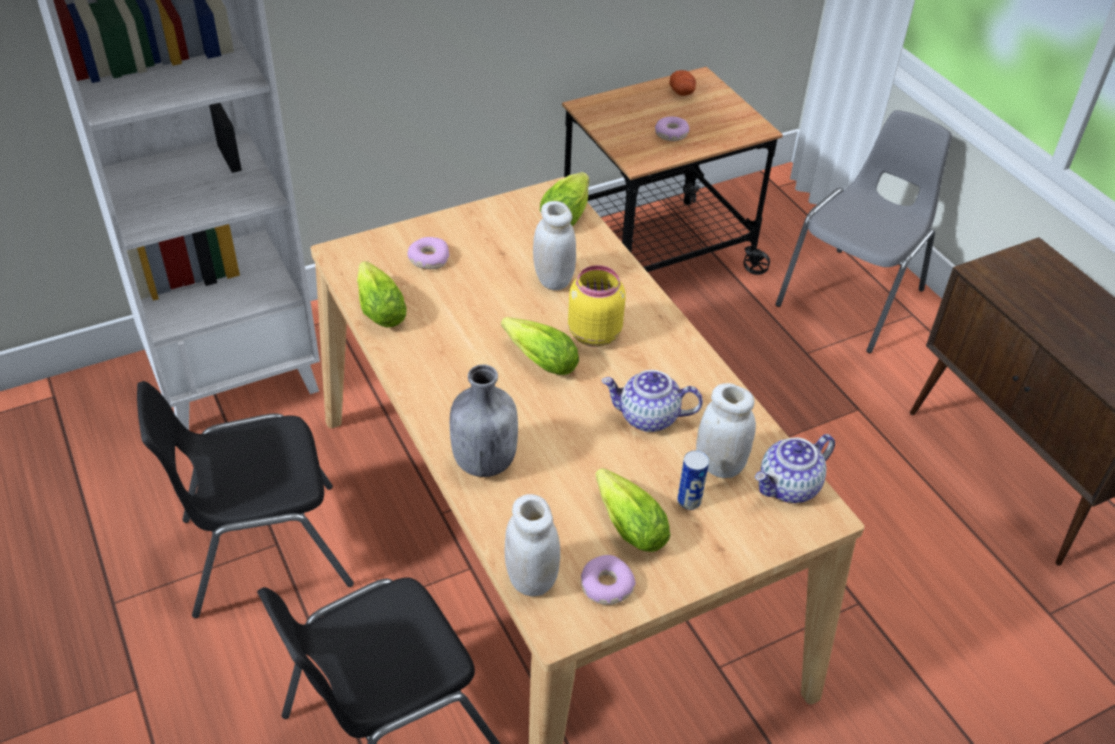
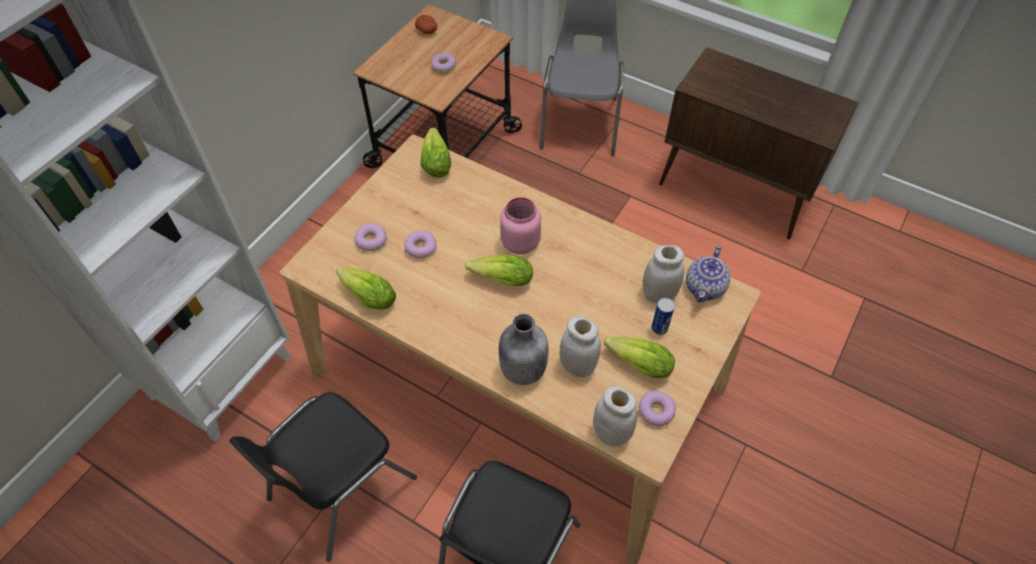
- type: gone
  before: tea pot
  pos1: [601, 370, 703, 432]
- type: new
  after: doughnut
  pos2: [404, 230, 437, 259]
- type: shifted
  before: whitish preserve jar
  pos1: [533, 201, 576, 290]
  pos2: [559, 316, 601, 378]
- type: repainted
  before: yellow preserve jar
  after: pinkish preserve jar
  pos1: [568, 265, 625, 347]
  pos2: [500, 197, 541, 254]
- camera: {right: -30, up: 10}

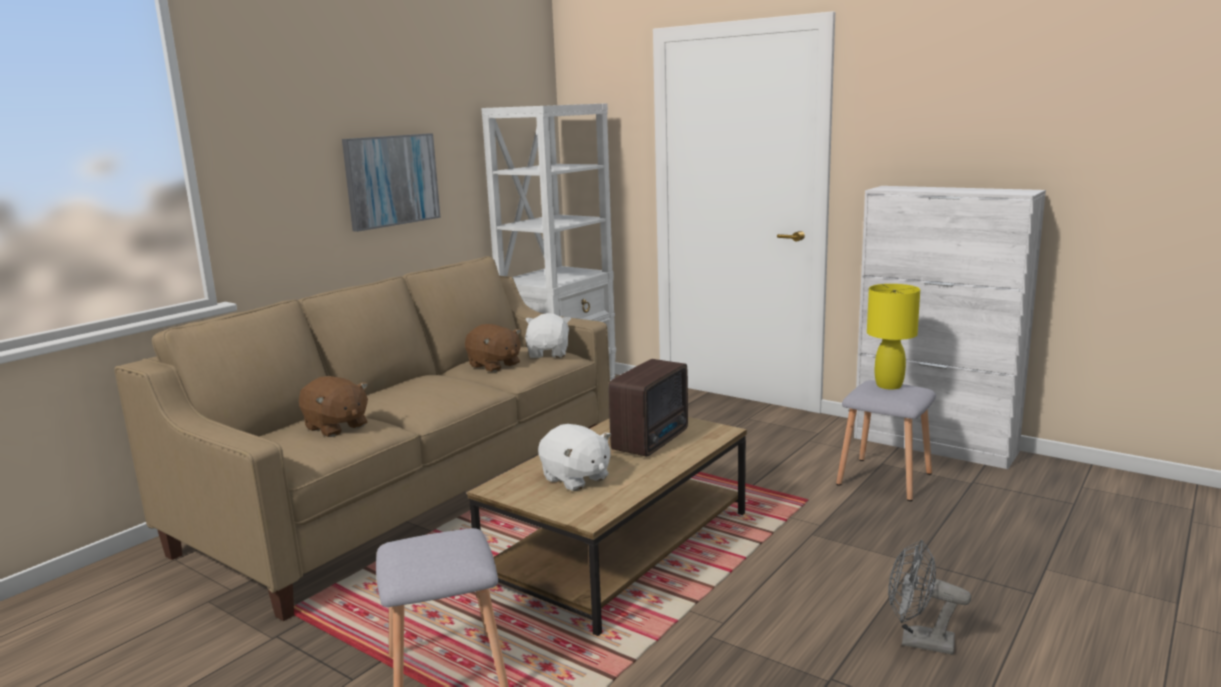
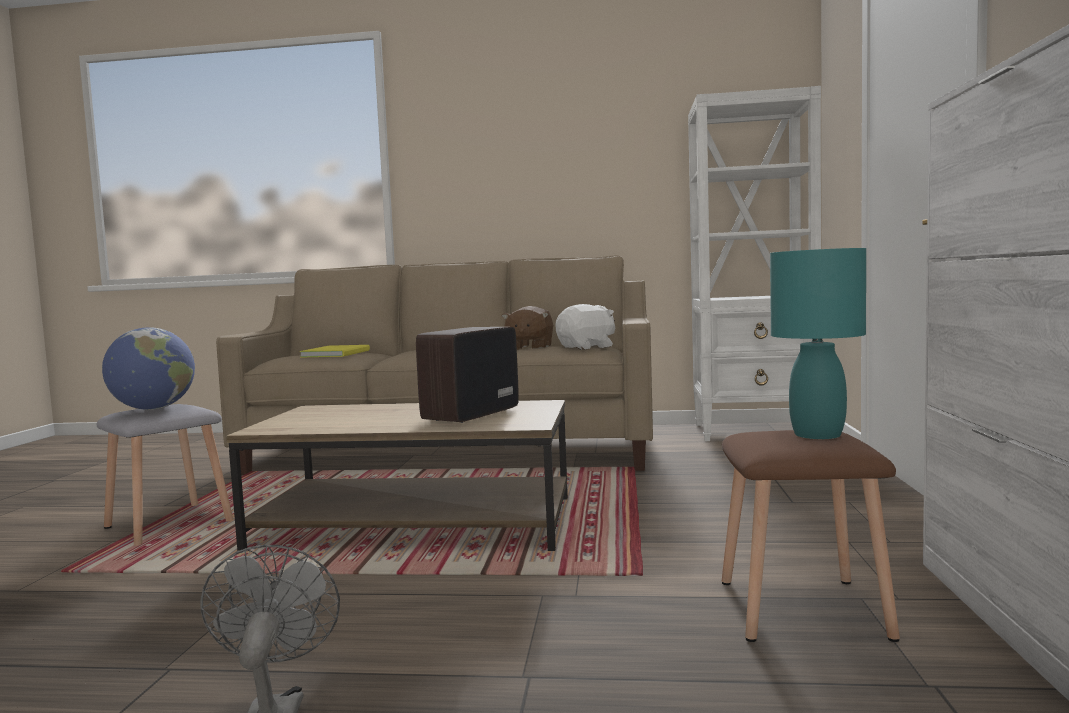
- type: gone
  before: wall picture
  pos1: [342, 133, 441, 232]
- type: gone
  before: whitish soft toy
  pos1: [538, 424, 611, 491]
- type: new
  after: desk globe
  pos2: [102, 327, 195, 410]
- type: swapped
  before: brown-coloured soft toy
  after: yellow book
  pos1: [299, 376, 368, 437]
  pos2: [300, 345, 370, 358]
- type: repainted
  before: greyish sitting stool
  after: brown-coloured sitting stool
  pos1: [836, 380, 936, 501]
  pos2: [722, 430, 900, 642]
- type: repainted
  before: yellow tabletop lamp
  after: turquoise-coloured tabletop lamp
  pos1: [867, 284, 920, 390]
  pos2: [770, 248, 866, 439]
- type: rotated
  before: radio set
  pos1: [609, 359, 688, 457]
  pos2: [416, 327, 519, 423]
  turn: 120
- camera: {right: 60, up: -10}

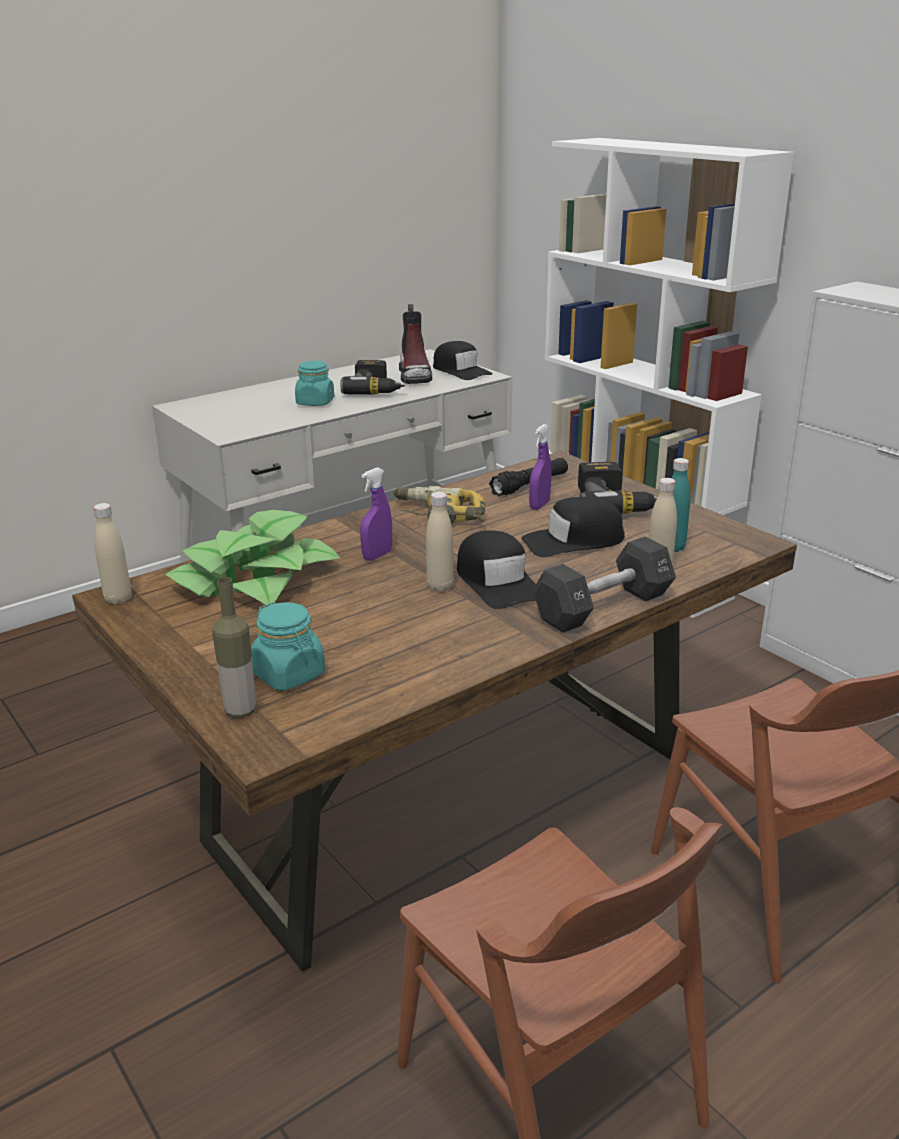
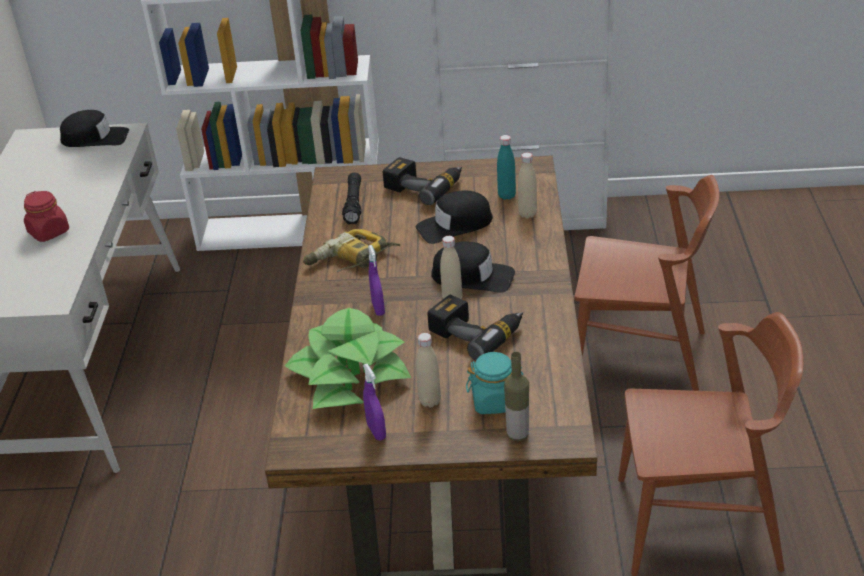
- type: gone
  before: tall boot
  pos1: [399, 304, 432, 384]
- type: gone
  before: blackish free weight
  pos1: [533, 537, 676, 633]
- type: shifted
  before: beige-coloured beverage bottle
  pos1: [93, 503, 132, 605]
  pos2: [416, 333, 441, 408]
- type: shifted
  before: power drill
  pos1: [340, 360, 405, 395]
  pos2: [428, 295, 523, 360]
- type: shifted
  before: purplish sprayer
  pos1: [529, 424, 552, 510]
  pos2: [363, 364, 386, 441]
- type: repainted
  before: turquoise-coloured preserve jar
  after: red preserve jar
  pos1: [295, 361, 334, 406]
  pos2: [24, 191, 69, 242]
- type: rotated
  before: blackish cap
  pos1: [522, 497, 625, 557]
  pos2: [416, 190, 493, 244]
  turn: 45
- camera: {right: -50, up: 10}

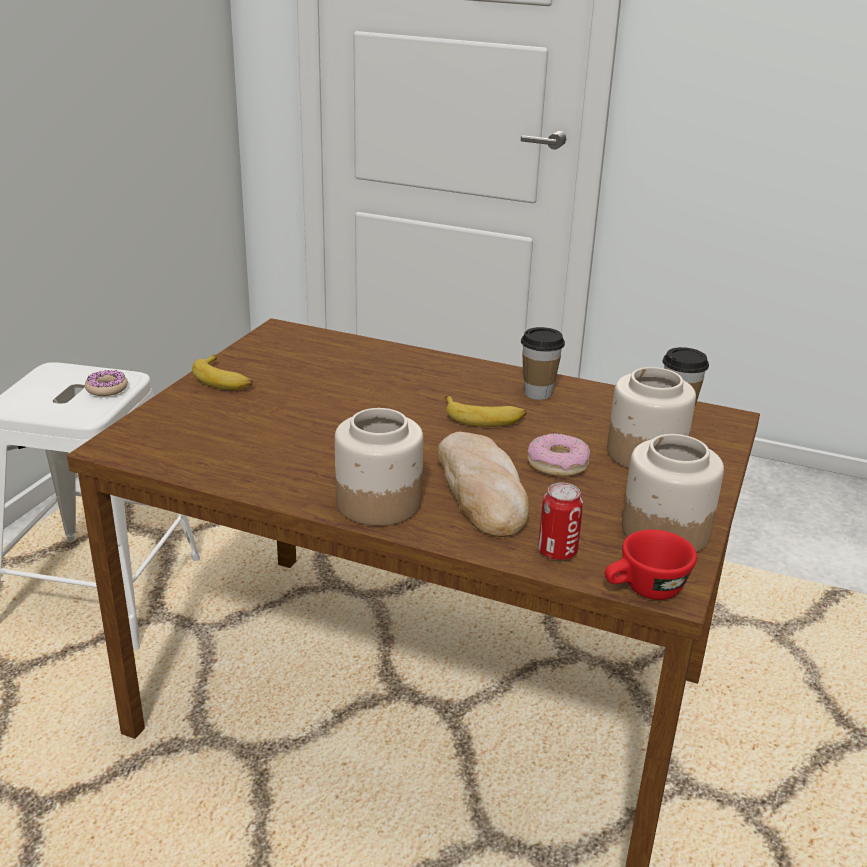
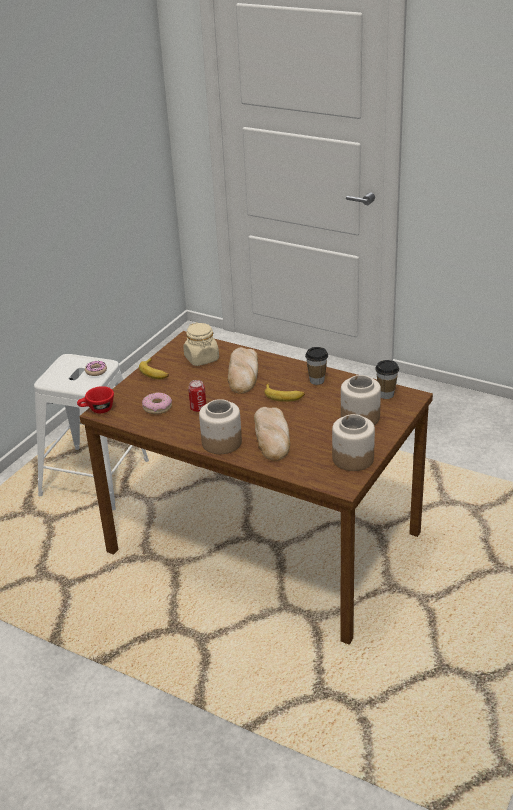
- type: new
  after: beige-coloured preserve jar
  pos2: [183, 322, 219, 366]
- type: new
  after: bakery bread
  pos2: [228, 347, 258, 394]
- type: shifted
  before: doughnut
  pos1: [528, 433, 590, 477]
  pos2: [142, 393, 172, 414]
- type: shifted
  before: sealed can
  pos1: [538, 483, 583, 560]
  pos2: [188, 380, 206, 412]
- type: shifted
  before: red cup
  pos1: [605, 530, 697, 600]
  pos2: [77, 386, 114, 413]
- camera: {right: 10, up: 5}

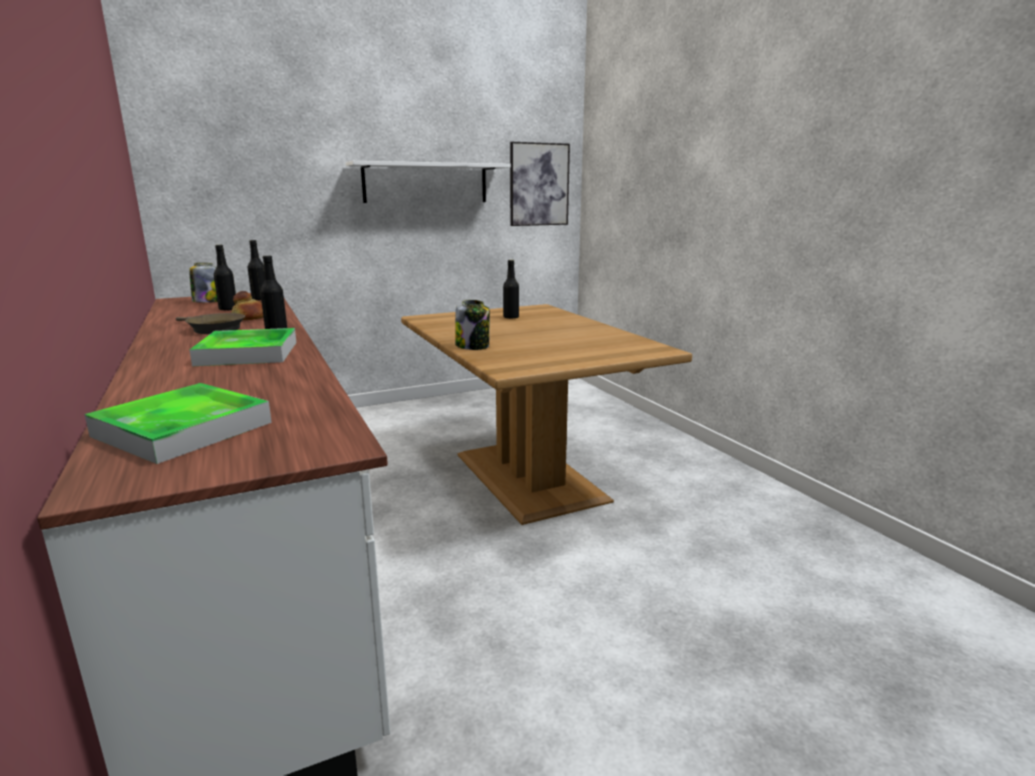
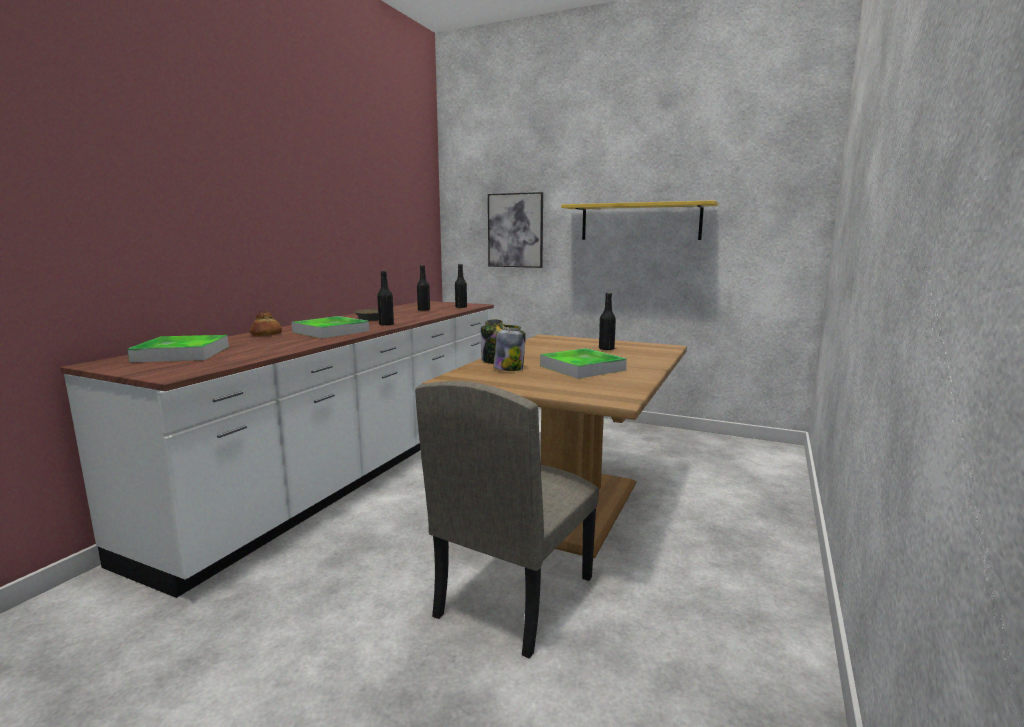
- type: new
  after: beige-coloured plain chair
  pos2: [415, 381, 599, 658]
- type: new
  after: serving tray
  pos2: [540, 348, 627, 379]
- type: shifted
  before: preserve jar
  pos1: [189, 263, 218, 303]
  pos2: [494, 325, 526, 371]
- type: shifted
  before: bakery bread
  pos1: [231, 291, 264, 320]
  pos2: [249, 311, 282, 336]
- type: shifted
  before: wall picture
  pos1: [510, 142, 570, 226]
  pos2: [488, 192, 543, 268]
- type: repainted
  before: whitish wall shelf
  after: yellow wall shelf
  pos1: [346, 161, 511, 203]
  pos2: [561, 200, 718, 240]
- camera: {right: 50, up: -5}

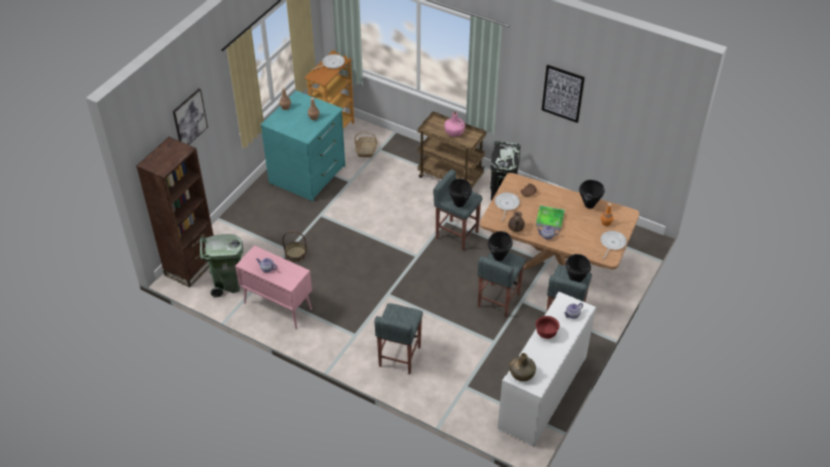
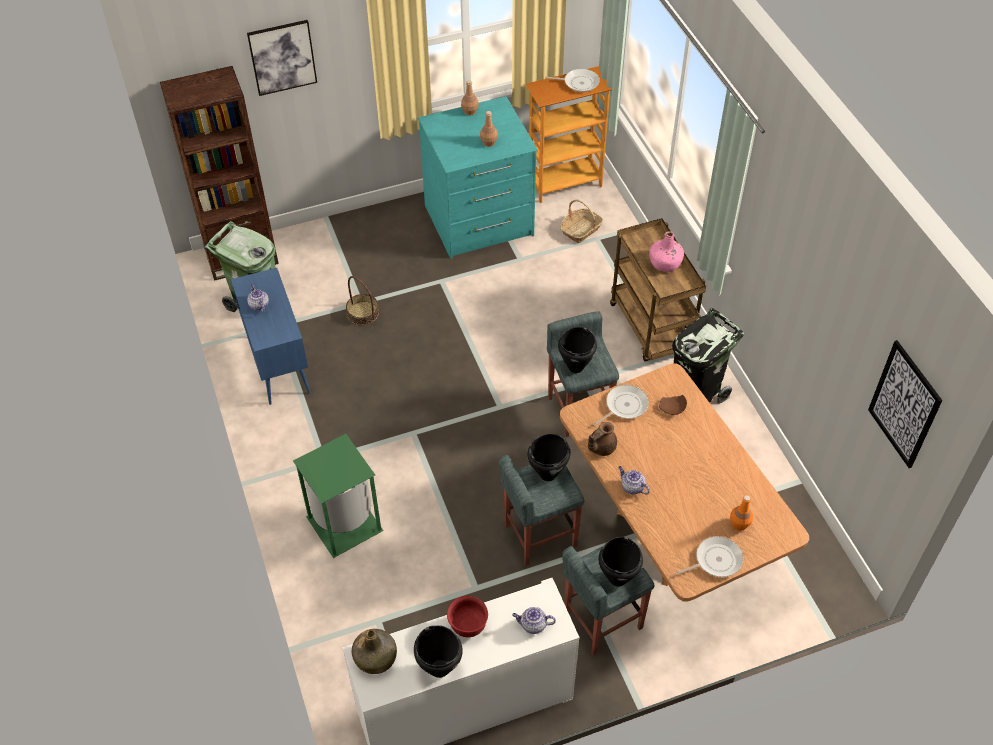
- type: gone
  before: serving tray
  pos1: [536, 205, 565, 231]
- type: shifted
  before: wall picture
  pos1: [542, 65, 585, 123]
  pos2: [868, 340, 942, 468]
- type: shifted
  before: blackish stockpot
  pos1: [579, 180, 605, 209]
  pos2: [414, 625, 463, 678]
- type: swapped
  before: greyish sitting stool
  after: green rubbish bin
  pos1: [374, 303, 423, 374]
  pos2: [293, 434, 384, 558]
- type: repainted
  before: pinkish storage cabinet
  after: bluish storage cabinet
  pos1: [235, 245, 312, 328]
  pos2: [231, 268, 311, 405]
- camera: {right: 40, up: 5}

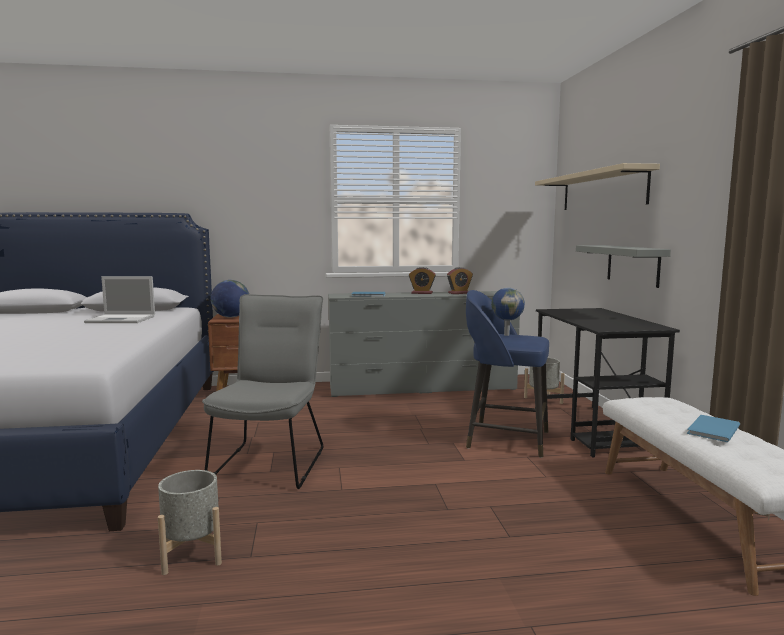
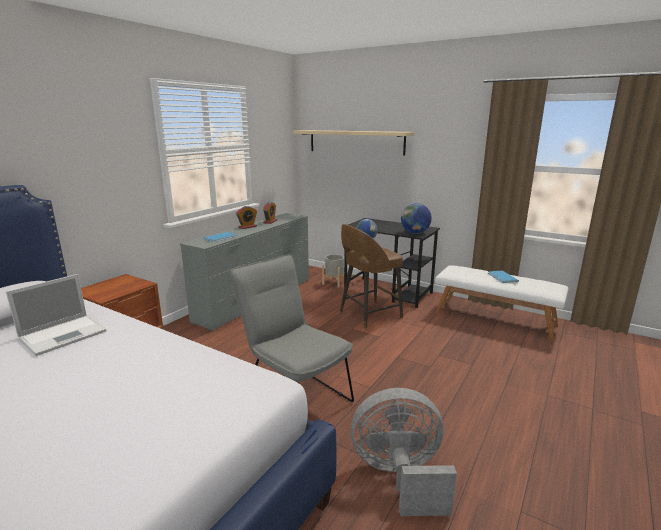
- type: gone
  before: greyish wall shelf
  pos1: [576, 245, 671, 288]
- type: shifted
  before: desk globe
  pos1: [211, 280, 249, 318]
  pos2: [401, 203, 432, 234]
- type: swapped
  before: greyish flower pot
  after: greyish fan
  pos1: [158, 470, 222, 575]
  pos2: [351, 388, 457, 516]
- type: repainted
  before: bluish sitting stool
  after: brown-coloured sitting stool
  pos1: [466, 290, 549, 458]
  pos2: [340, 224, 403, 329]
- camera: {right: -50, up: 10}

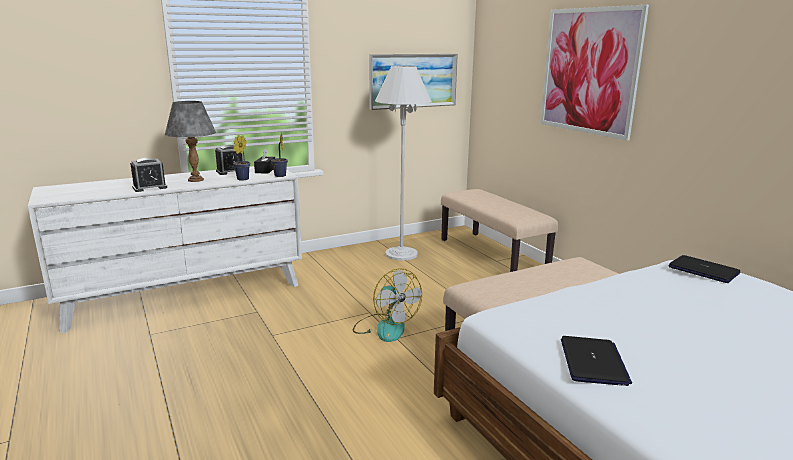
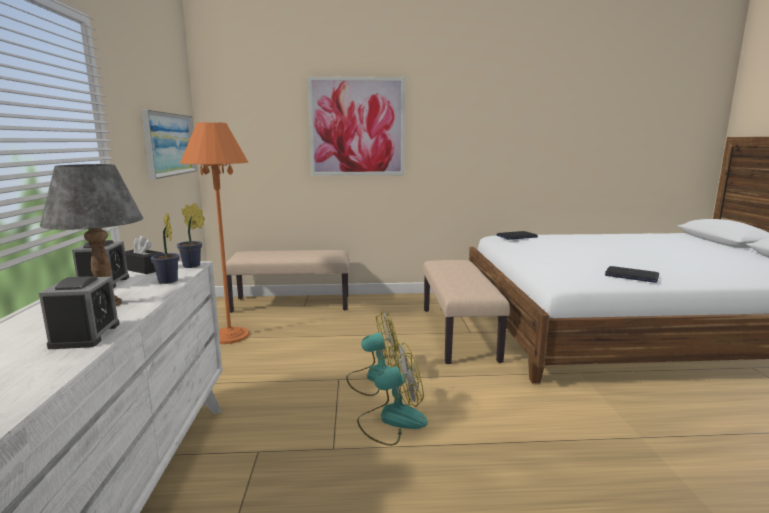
- type: new
  after: fan
  pos2: [357, 341, 428, 446]
- type: repainted
  before: whitish standard lamp
  after: orange-coloured standard lamp
  pos1: [375, 66, 432, 261]
  pos2: [180, 122, 249, 344]
- camera: {right: -65, up: -5}

